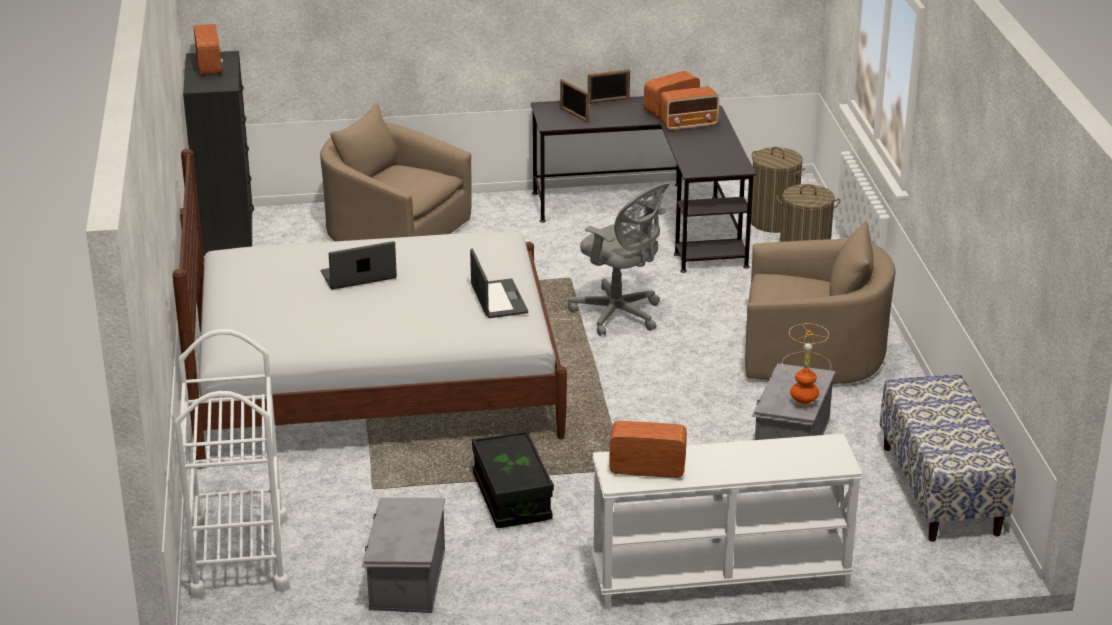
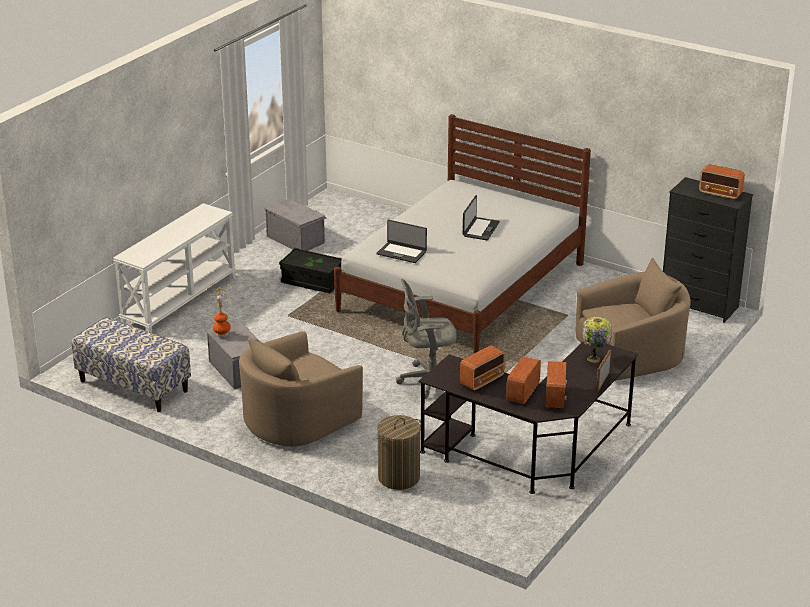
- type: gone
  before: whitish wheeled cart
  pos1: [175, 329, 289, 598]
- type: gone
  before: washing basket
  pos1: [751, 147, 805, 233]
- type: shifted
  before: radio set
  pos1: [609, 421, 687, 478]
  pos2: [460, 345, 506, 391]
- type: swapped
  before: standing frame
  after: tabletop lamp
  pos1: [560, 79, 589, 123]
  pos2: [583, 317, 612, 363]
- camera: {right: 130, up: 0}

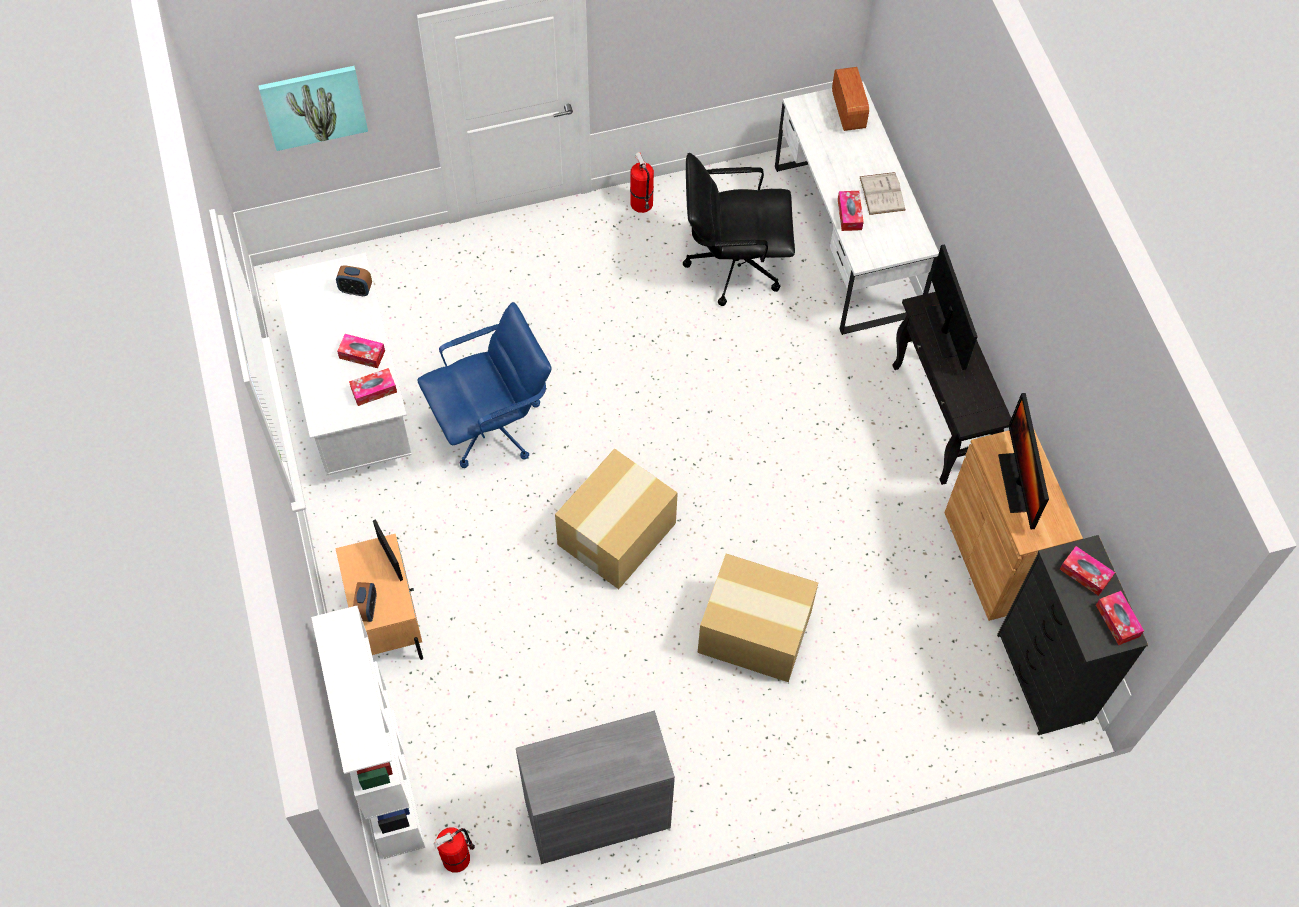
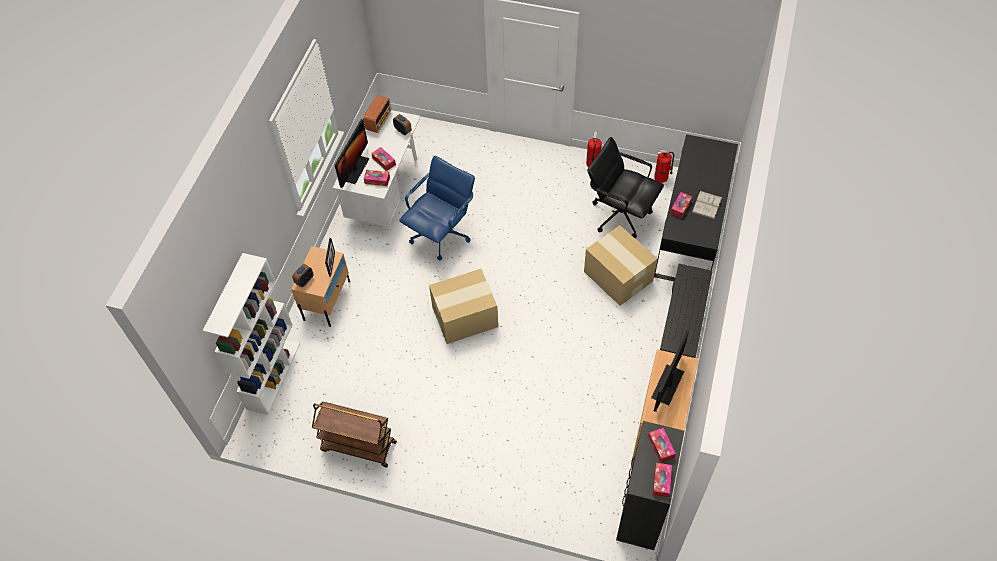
- type: gone
  before: wall picture
  pos1: [258, 66, 368, 151]
- type: shifted
  before: fire-fighting cylinder
  pos1: [433, 827, 475, 873]
  pos2: [654, 149, 674, 183]
- type: shifted
  before: carton
  pos1: [697, 554, 818, 682]
  pos2: [584, 225, 658, 306]
- type: shifted
  before: radio set
  pos1: [832, 67, 869, 131]
  pos2: [363, 95, 391, 133]
- type: shifted
  before: computer screen
  pos1: [925, 244, 977, 370]
  pos2: [335, 119, 369, 188]
- type: swapped
  before: greyish storage cabinet
  after: brown-coloured wheeled cart
  pos1: [516, 711, 675, 864]
  pos2: [312, 401, 397, 467]
- type: repainted
  before: whitish desk
  after: blackish desk
  pos1: [775, 82, 939, 335]
  pos2: [654, 134, 738, 281]
- type: rotated
  before: bluish computer chair
  pos1: [417, 302, 552, 468]
  pos2: [399, 156, 475, 260]
  turn: -60
- camera: {right: 35, up: -5}

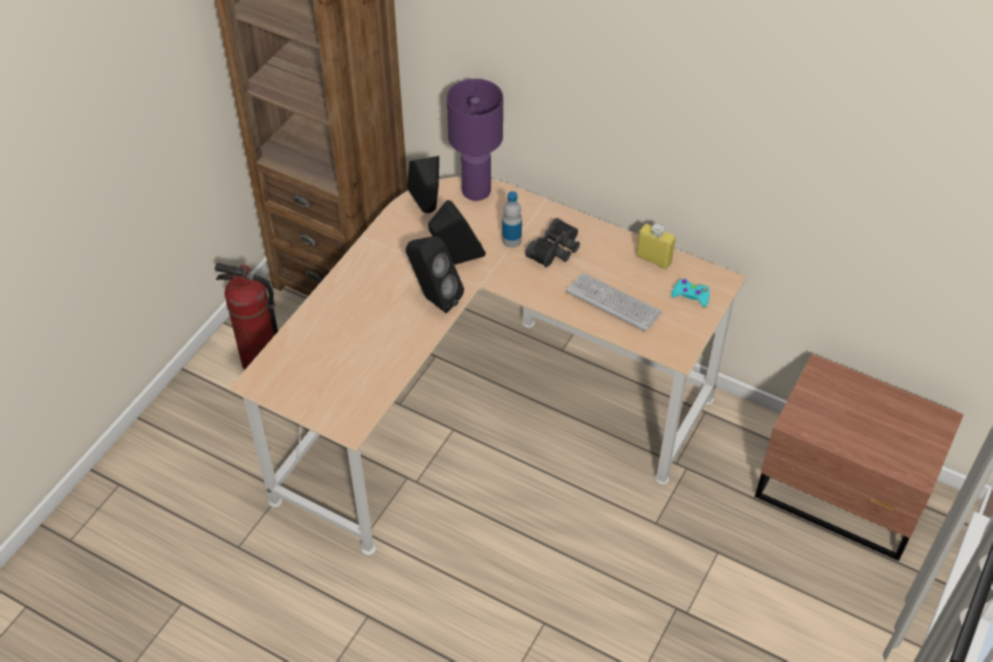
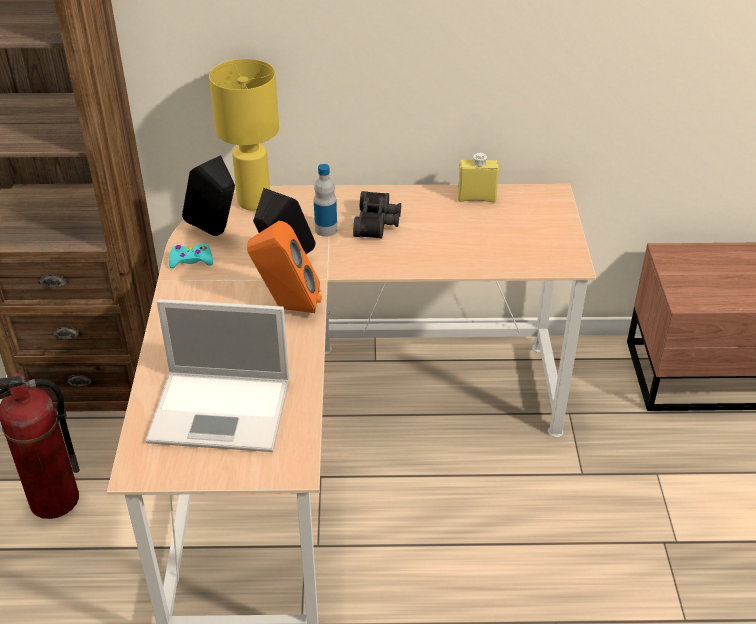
- type: gone
  before: keyboard
  pos1: [566, 273, 662, 332]
- type: new
  after: notebook computer
  pos2: [145, 299, 289, 452]
- type: shifted
  before: turquoise-coloured joypad
  pos1: [671, 279, 710, 307]
  pos2: [169, 243, 213, 268]
- type: repainted
  before: blackish loudspeaker
  after: orange-coloured loudspeaker
  pos1: [406, 236, 464, 313]
  pos2: [247, 221, 321, 313]
- type: repainted
  before: purplish tabletop lamp
  after: yellow tabletop lamp
  pos1: [447, 79, 503, 201]
  pos2: [209, 59, 279, 210]
- camera: {right: -30, up: -10}

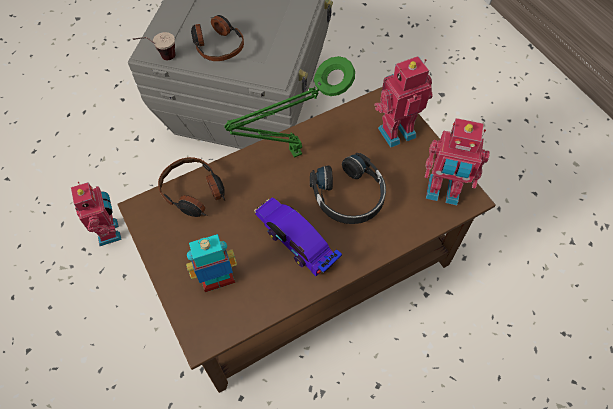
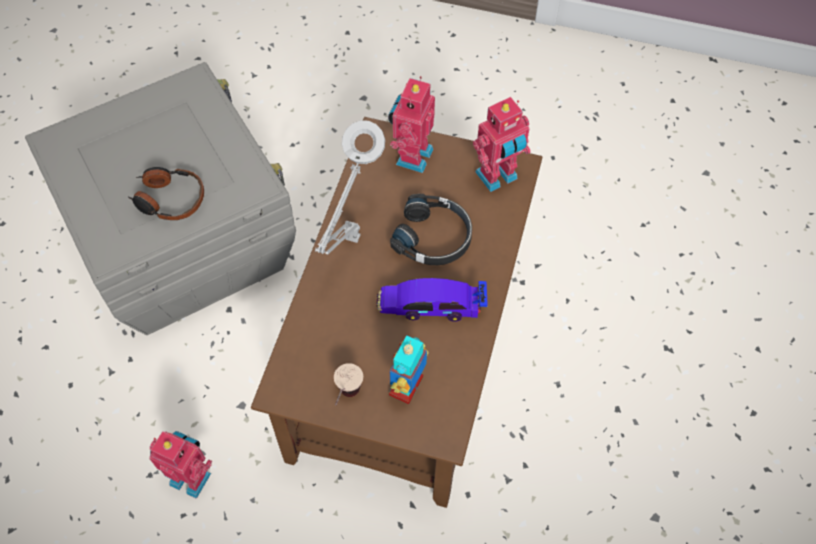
- type: gone
  before: headphones
  pos1: [158, 157, 225, 217]
- type: shifted
  before: cup
  pos1: [133, 32, 175, 60]
  pos2: [334, 363, 363, 405]
- type: repainted
  before: green tabletop lamp
  after: greyish tabletop lamp
  pos1: [224, 56, 355, 158]
  pos2: [315, 120, 385, 254]
- camera: {right: -45, up: 0}

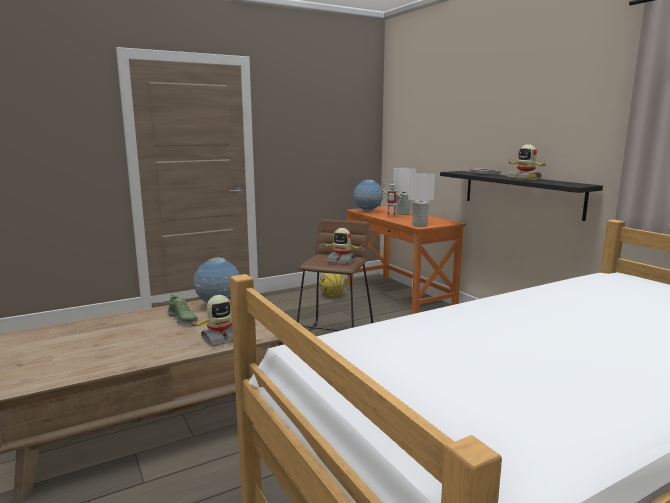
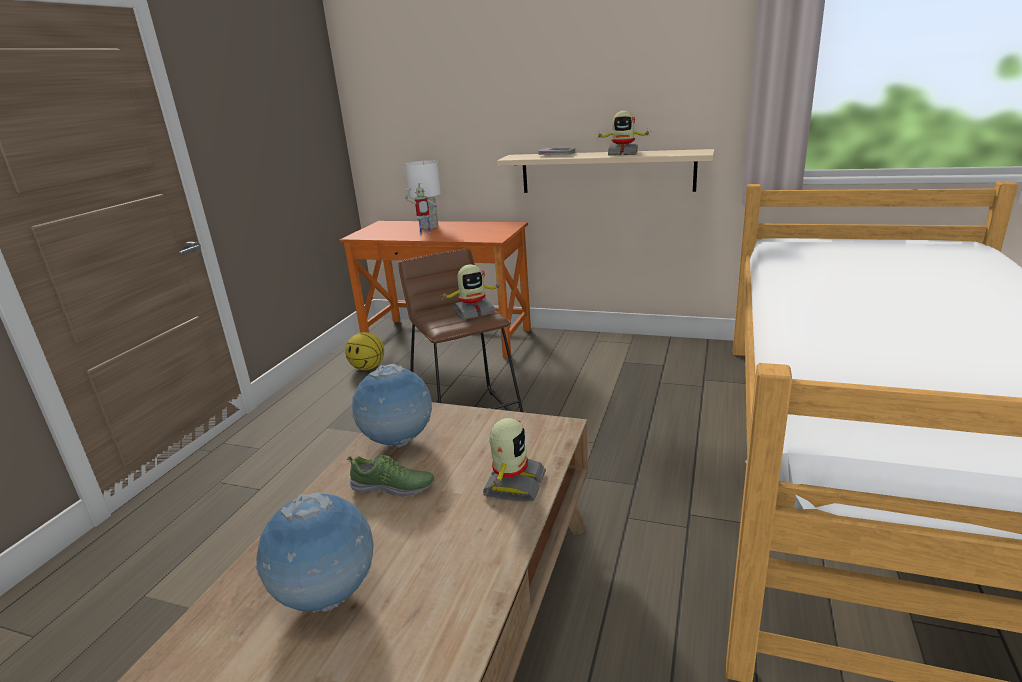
- type: gone
  before: whitish tabletop lamp
  pos1: [408, 173, 435, 227]
- type: shifted
  before: desk globe
  pos1: [354, 180, 383, 212]
  pos2: [255, 492, 374, 612]
- type: repainted
  before: blackish wall shelf
  after: beige-coloured wall shelf
  pos1: [440, 171, 603, 221]
  pos2: [497, 149, 715, 193]
- camera: {right: -40, up: 10}

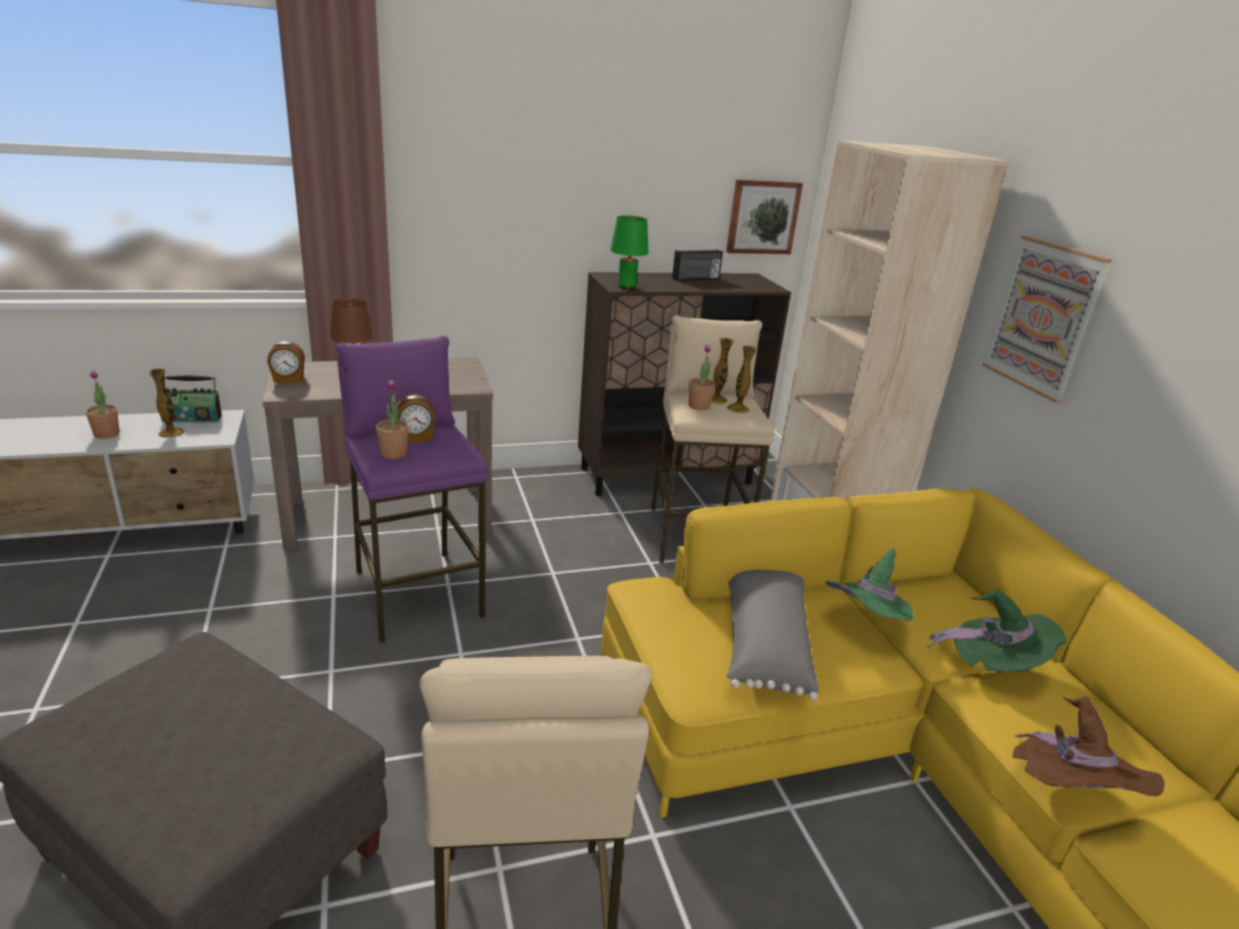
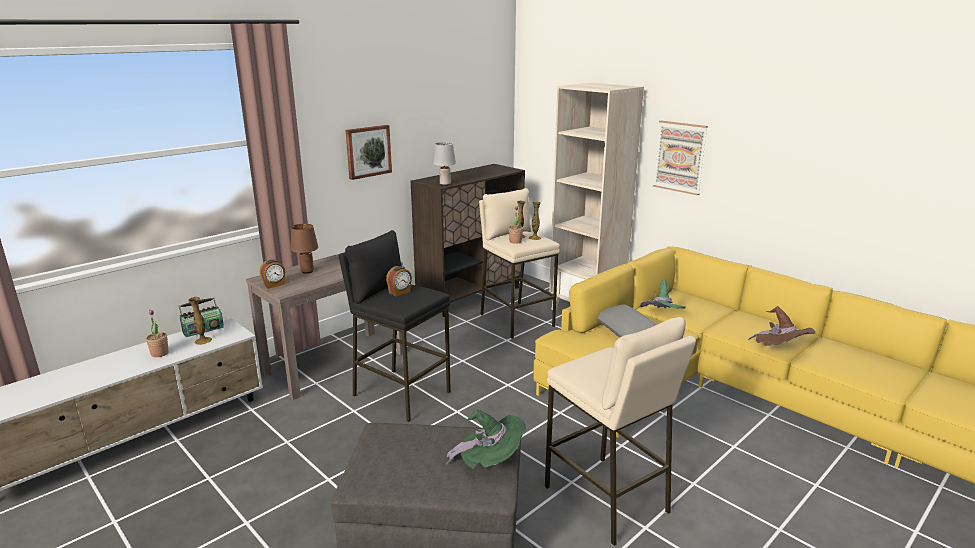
- type: gone
  before: potted plant
  pos1: [376, 380, 409, 459]
- type: gone
  before: radio set
  pos1: [672, 250, 723, 281]
- type: shifted
  before: wall picture
  pos1: [726, 179, 803, 254]
  pos2: [346, 125, 392, 180]
- type: shifted
  before: green clothing hat
  pos1: [927, 589, 1067, 672]
  pos2: [446, 410, 526, 469]
- type: repainted
  before: purplish sitting stool
  after: blackish sitting stool
  pos1: [337, 336, 488, 643]
  pos2: [339, 230, 451, 422]
- type: repainted
  before: green tabletop lamp
  after: greyish tabletop lamp
  pos1: [610, 216, 648, 290]
  pos2: [433, 142, 456, 186]
- camera: {right: -25, up: -5}

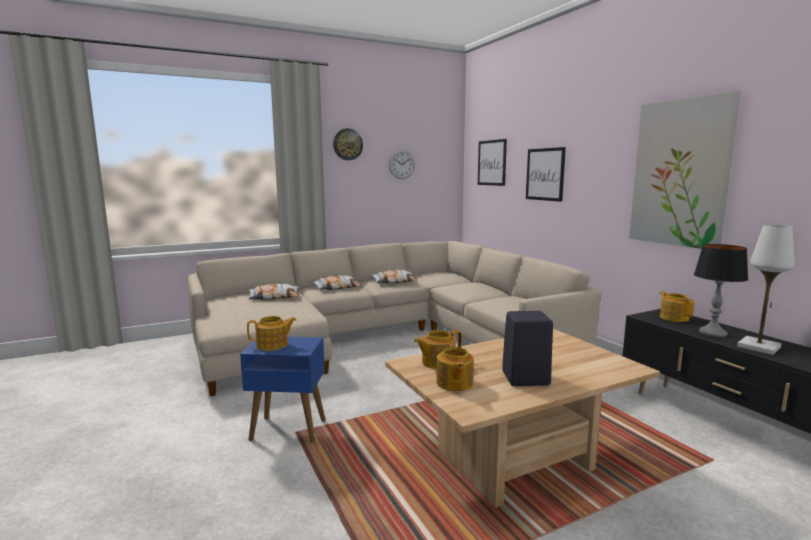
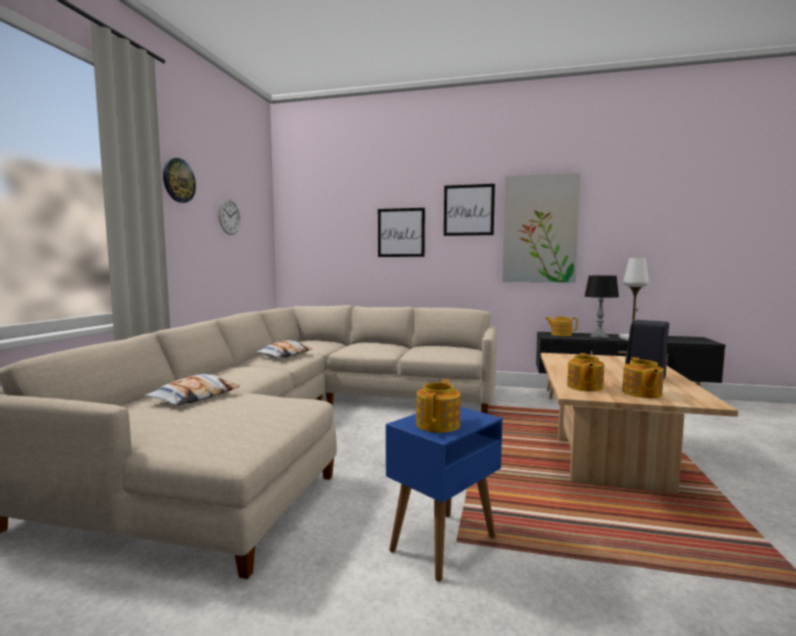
- type: gone
  before: pillow
  pos1: [312, 275, 361, 290]
- type: shifted
  before: wall picture
  pos1: [478, 139, 507, 186]
  pos2: [444, 184, 495, 236]
- type: rotated
  before: tea pot
  pos1: [436, 343, 474, 391]
  pos2: [622, 357, 664, 398]
  turn: 60
- camera: {right: -50, up: -5}

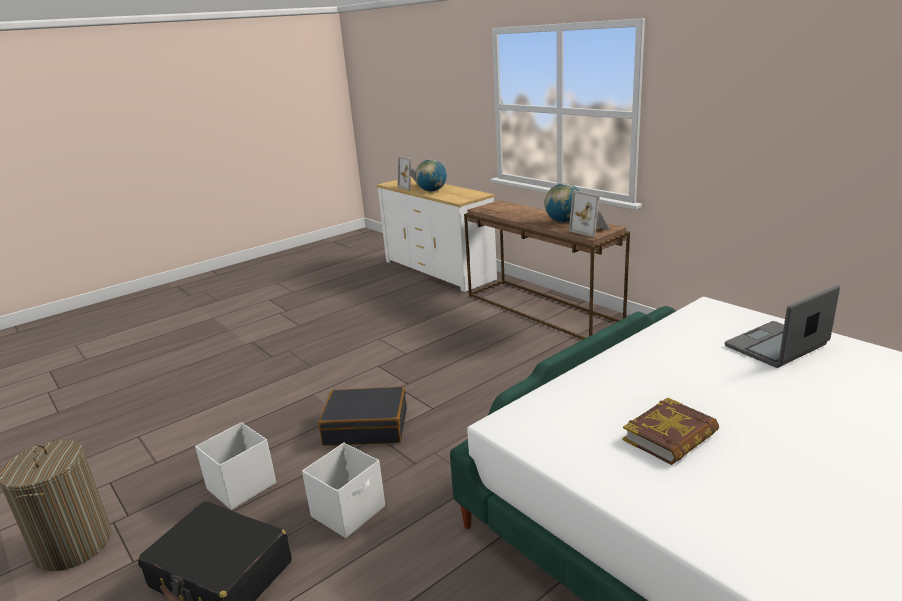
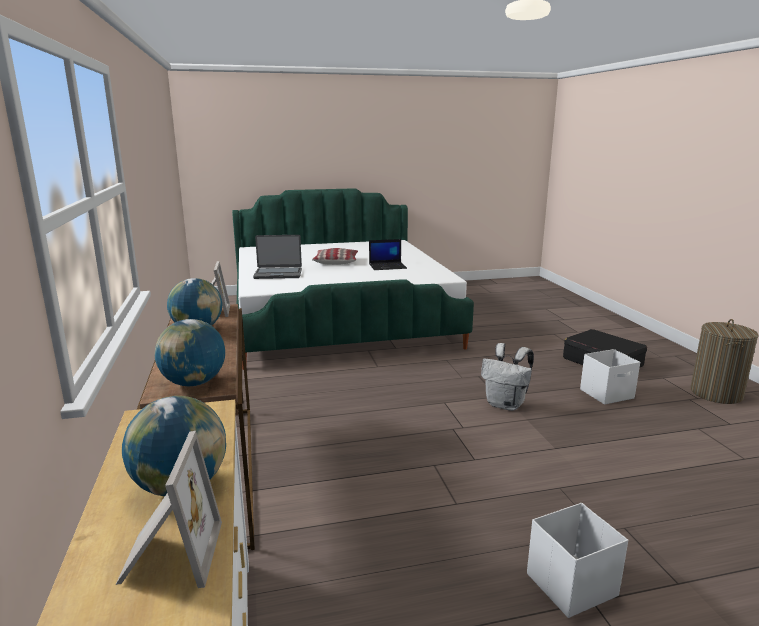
- type: new
  after: desk globe
  pos2: [155, 319, 225, 386]
- type: new
  after: pillow
  pos2: [312, 248, 358, 265]
- type: shifted
  before: whitish storage box
  pos1: [302, 443, 385, 538]
  pos2: [527, 503, 628, 618]
- type: swapped
  before: blackish travel case
  after: whitish backpack
  pos1: [318, 386, 407, 446]
  pos2: [481, 343, 534, 411]
- type: swapped
  before: book
  after: notebook computer
  pos1: [622, 397, 719, 465]
  pos2: [369, 239, 407, 270]
- camera: {right: -155, up: -5}

